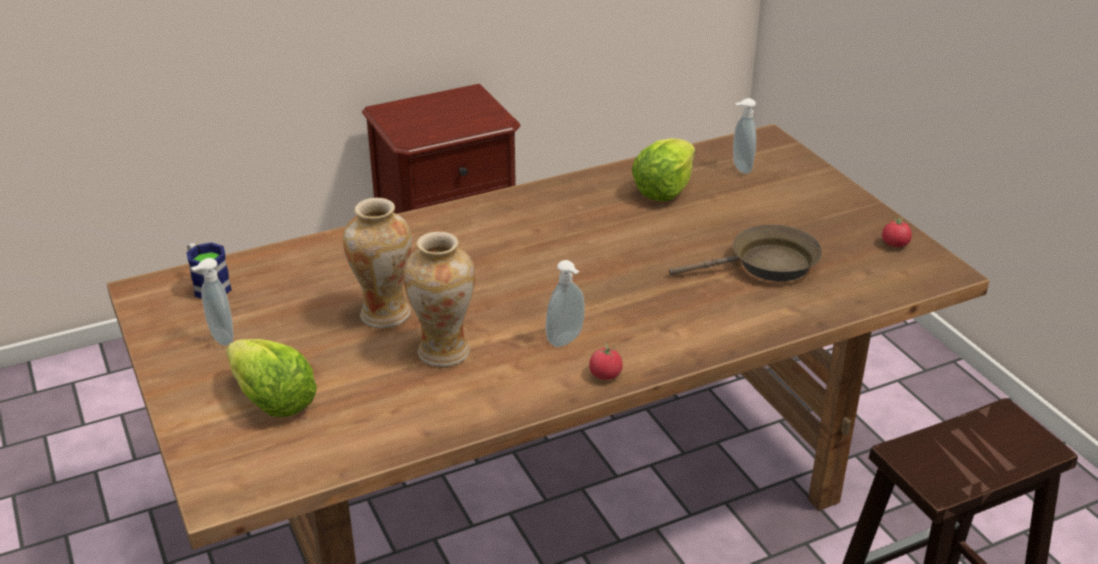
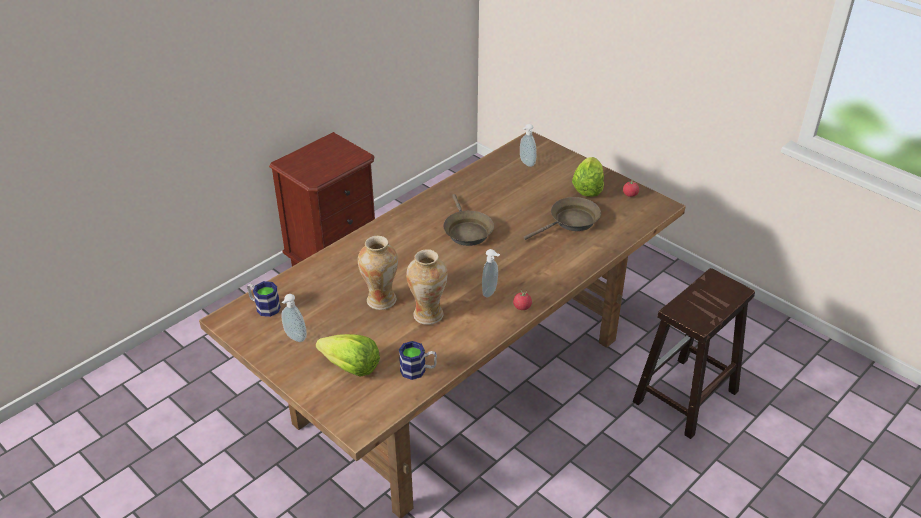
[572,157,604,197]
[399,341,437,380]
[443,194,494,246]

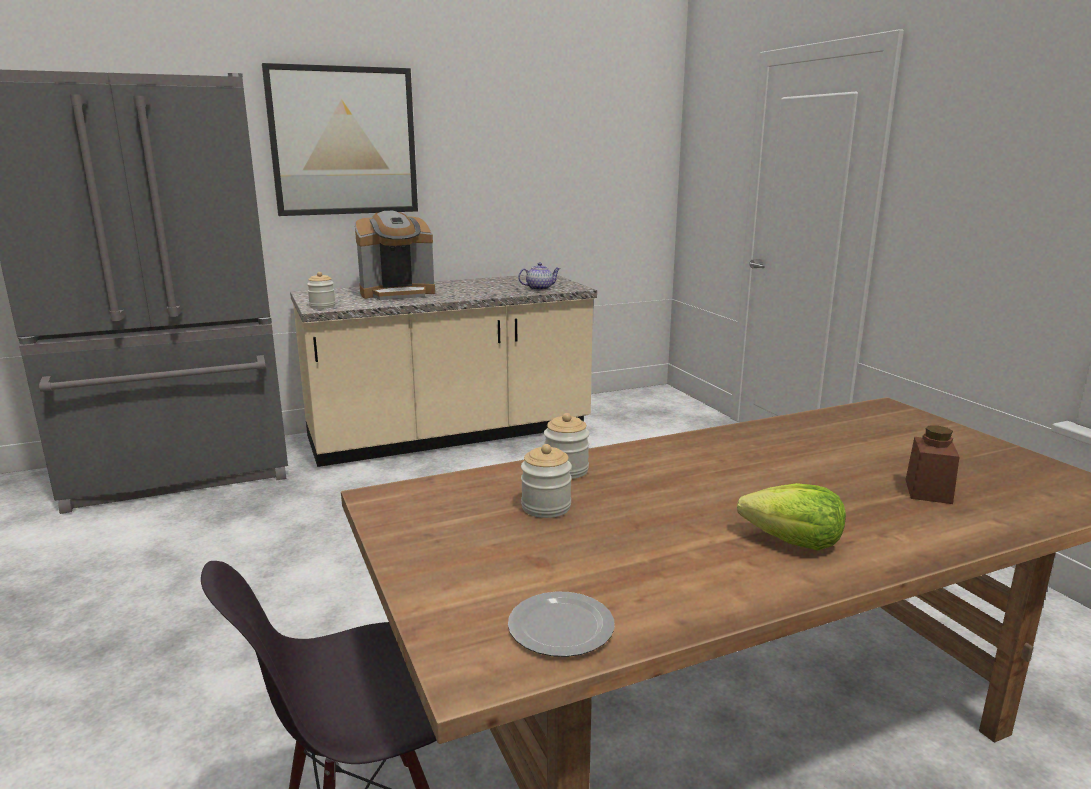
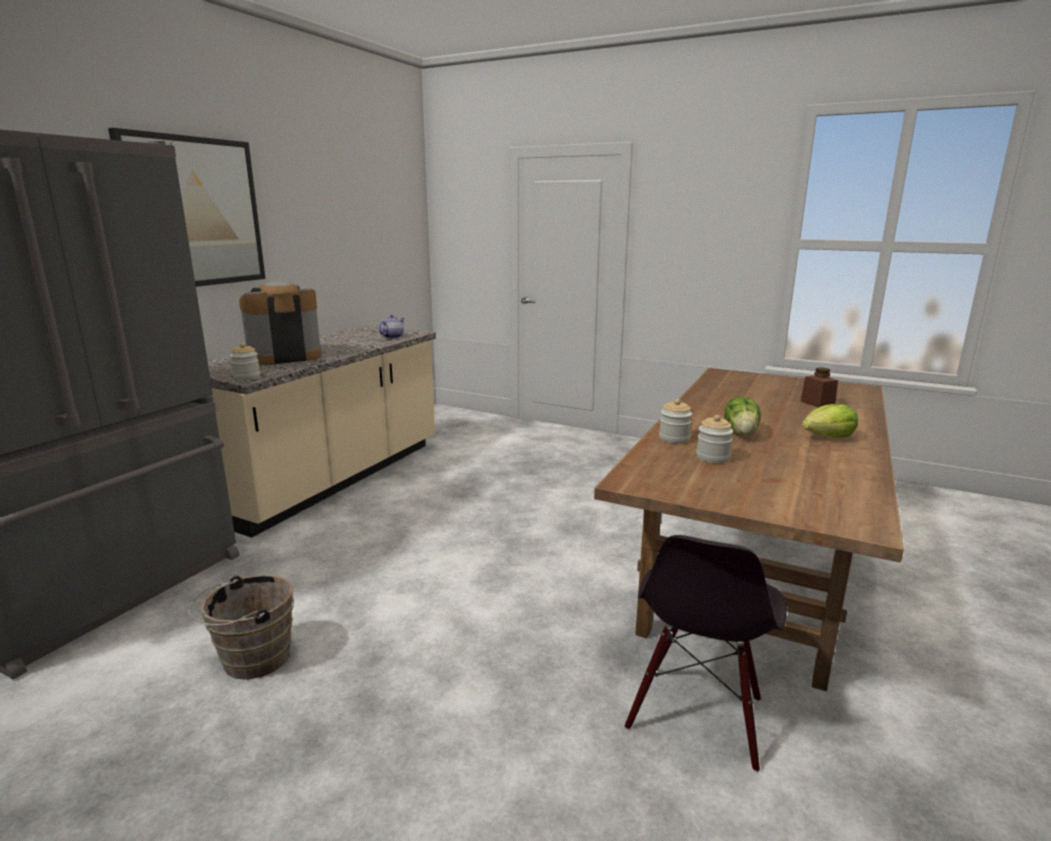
[239,281,322,365]
[508,591,615,657] (first image)
[188,575,294,680]
[724,397,761,435]

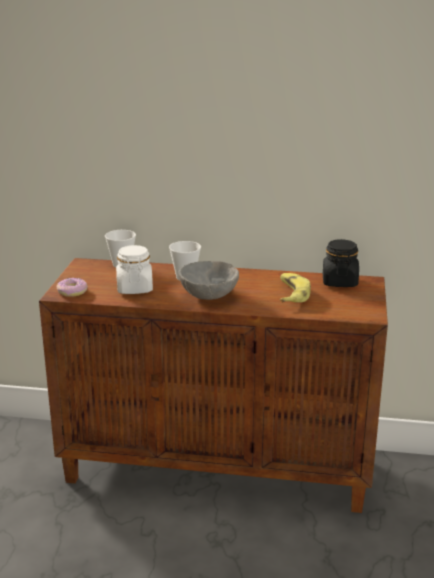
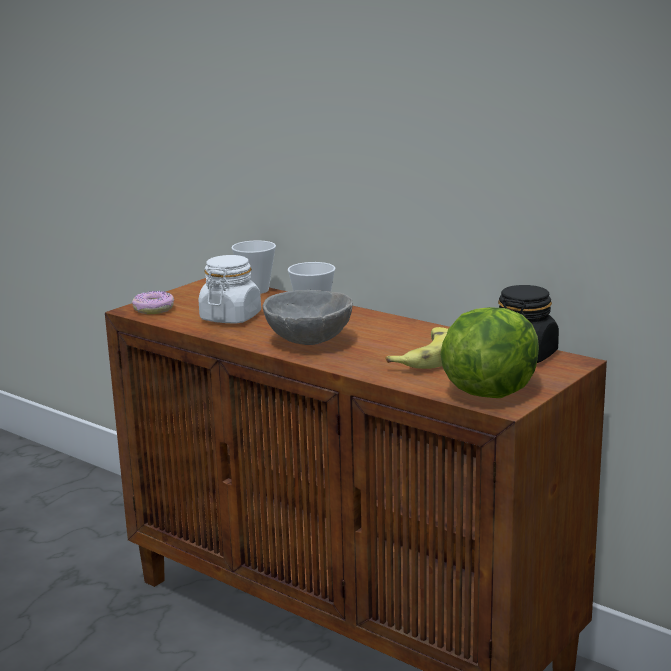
[440,307,539,398]

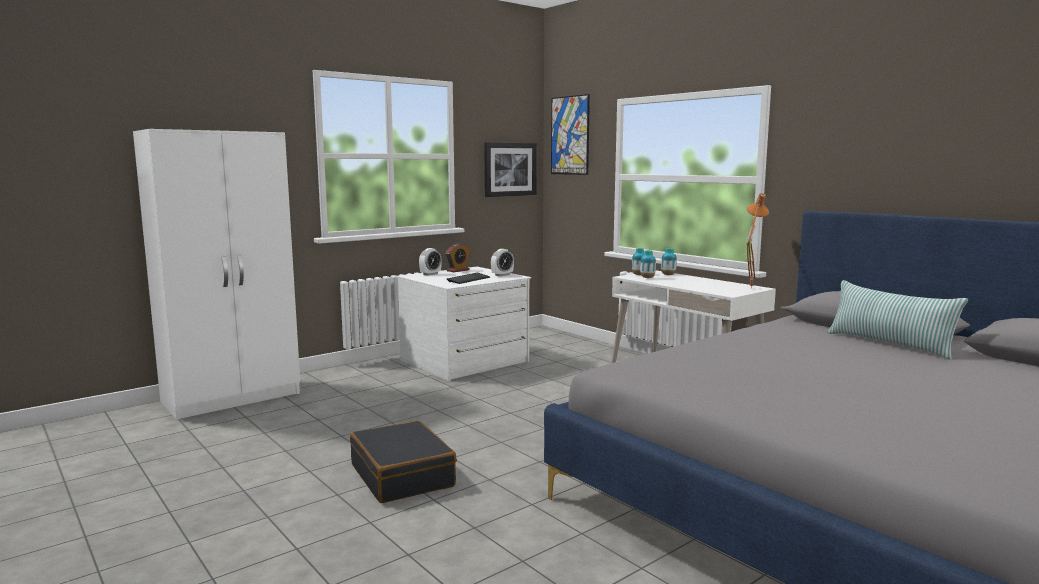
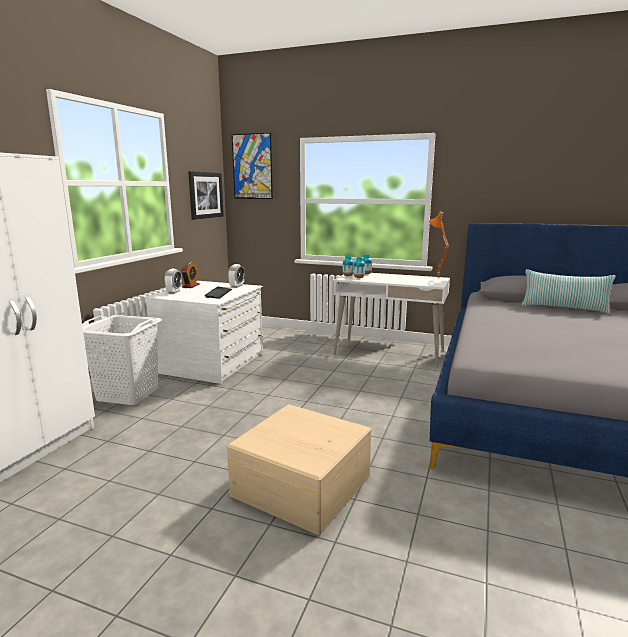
[227,404,371,535]
[82,315,162,405]

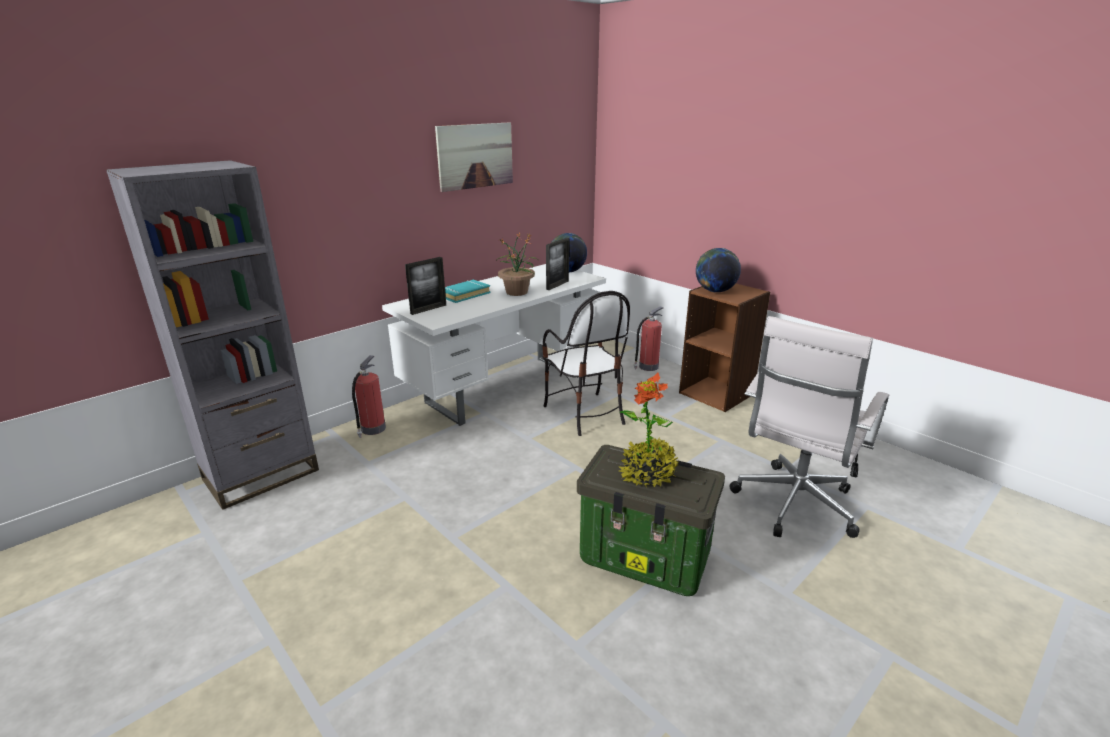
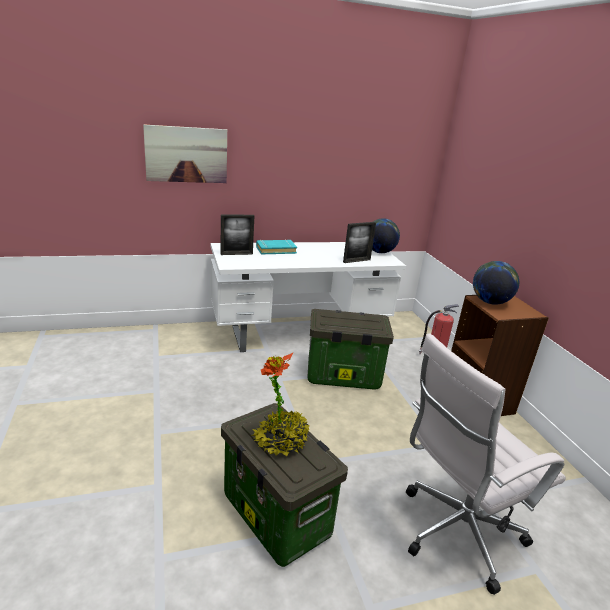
[106,160,319,510] (first image)
[352,355,386,438] (first image)
[143,124,227,183]
[496,233,537,296] (first image)
[307,309,394,390]

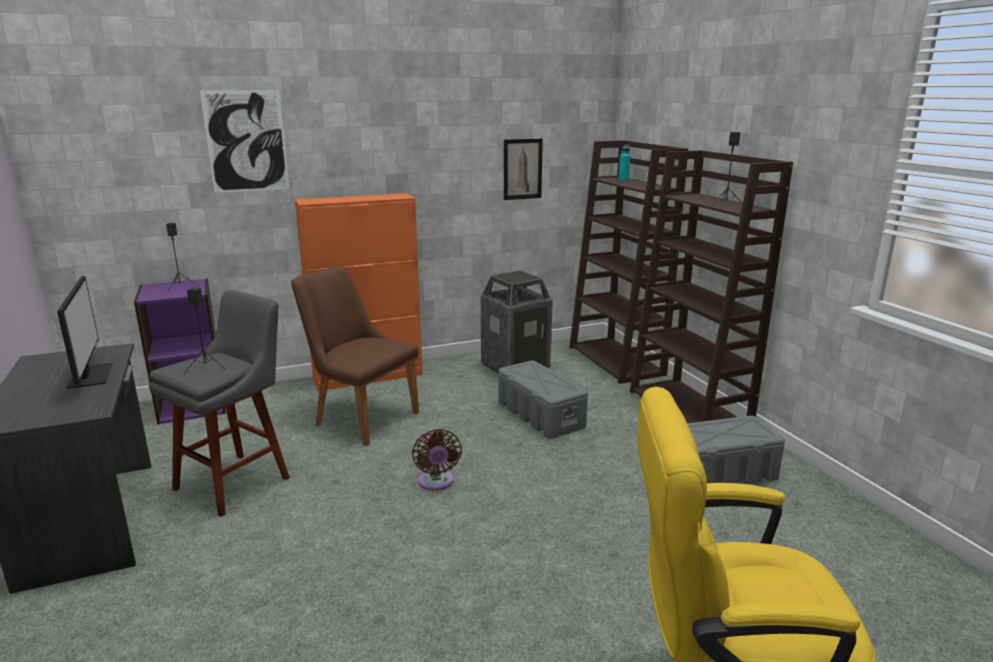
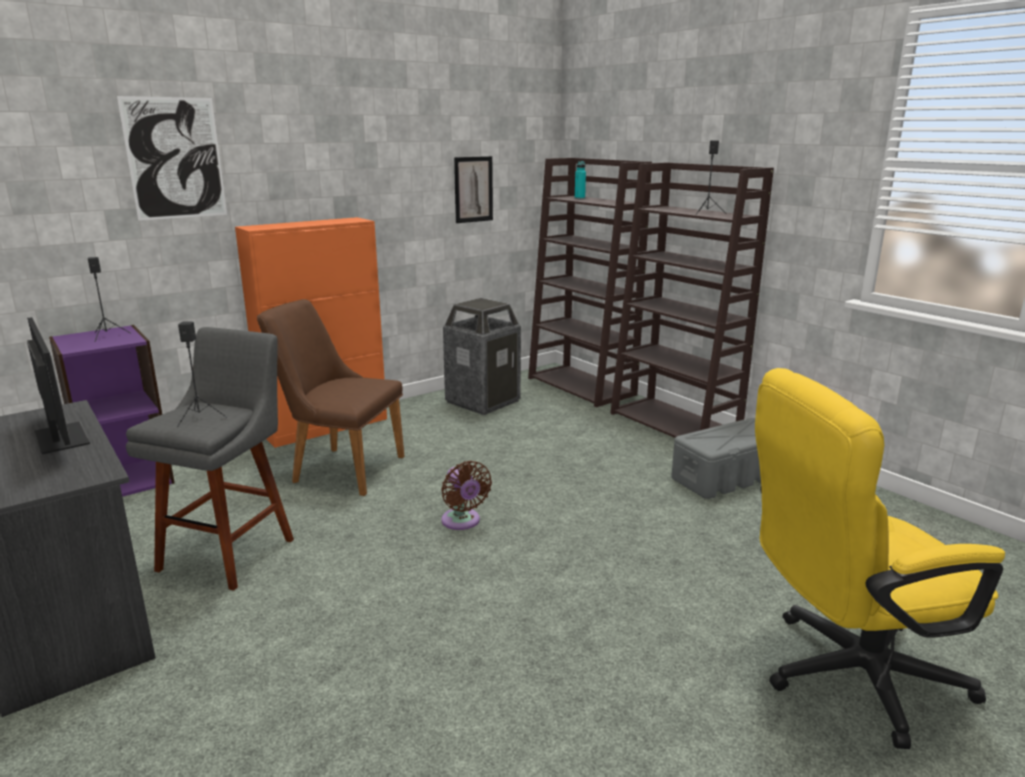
[498,360,588,439] (first image)

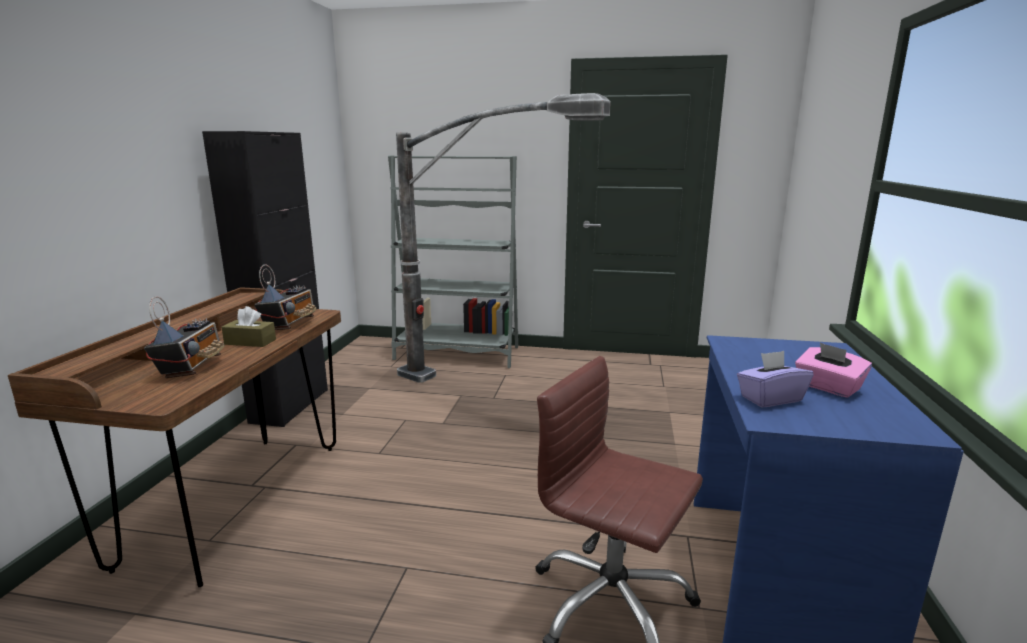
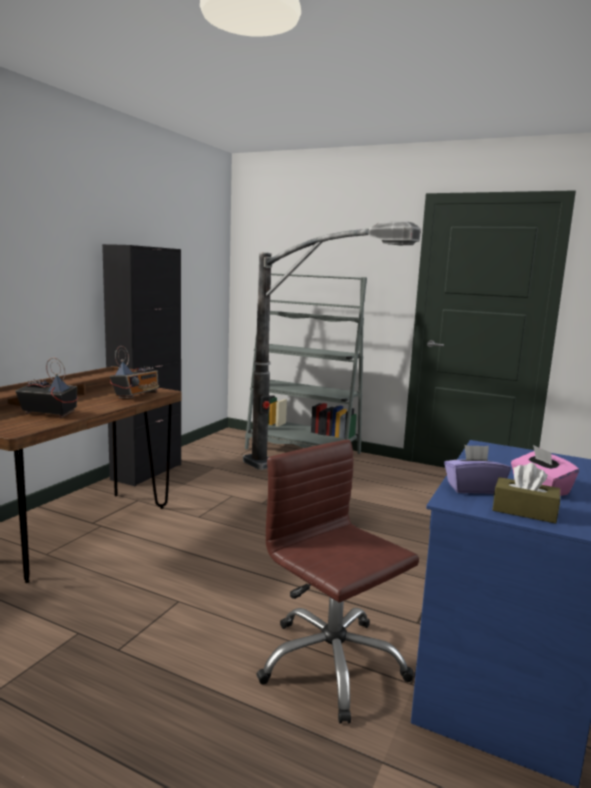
[15,358,78,418]
[493,463,560,524]

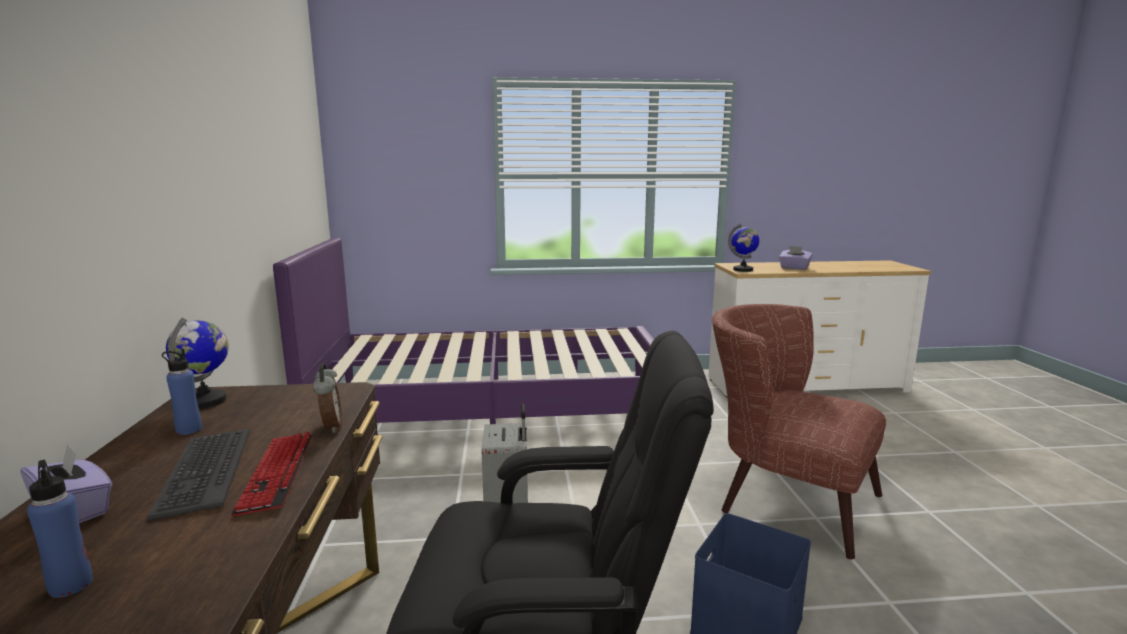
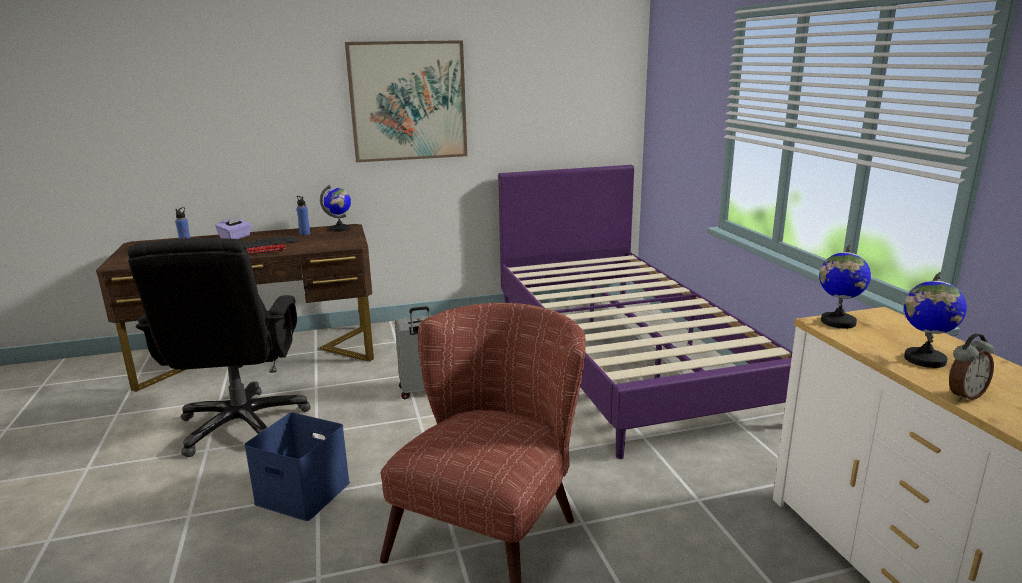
[949,334,995,401]
[904,272,967,368]
[345,40,467,162]

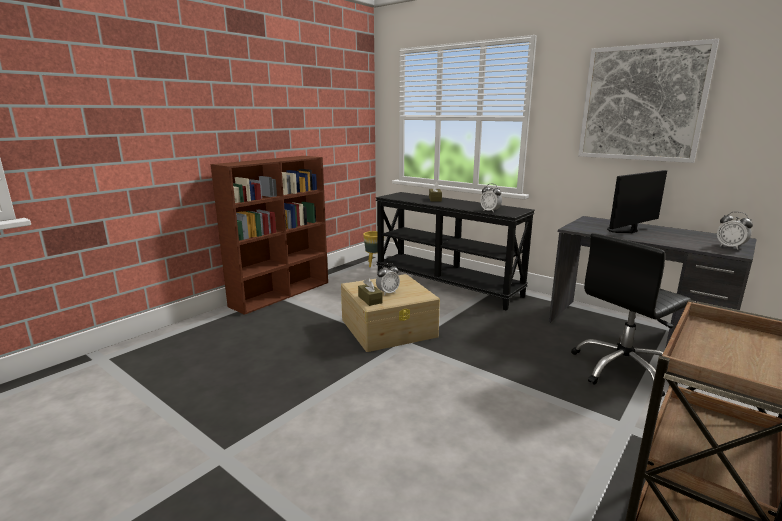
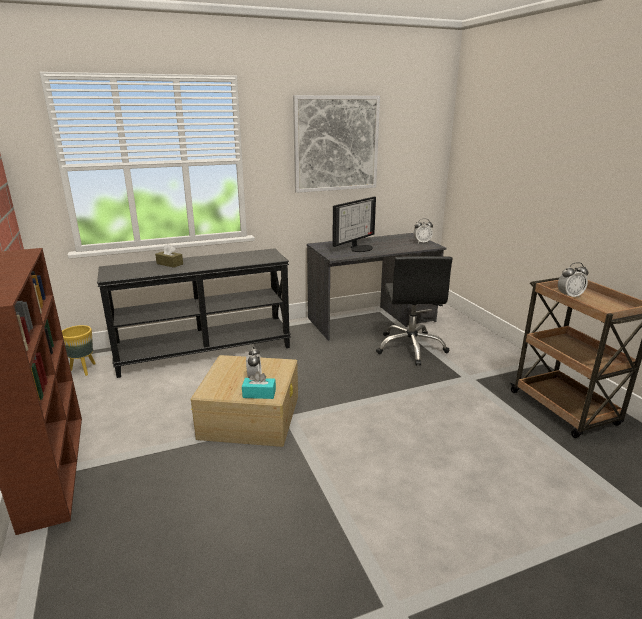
[242,372,276,399]
[558,262,589,297]
[332,197,376,252]

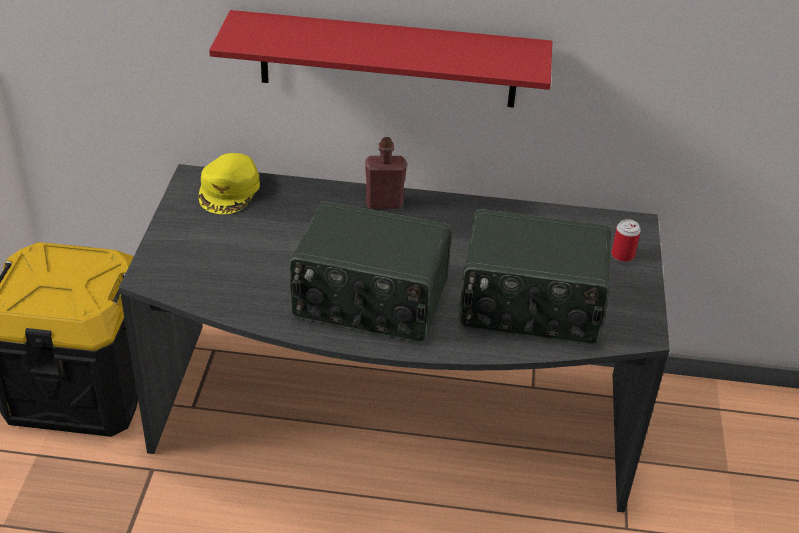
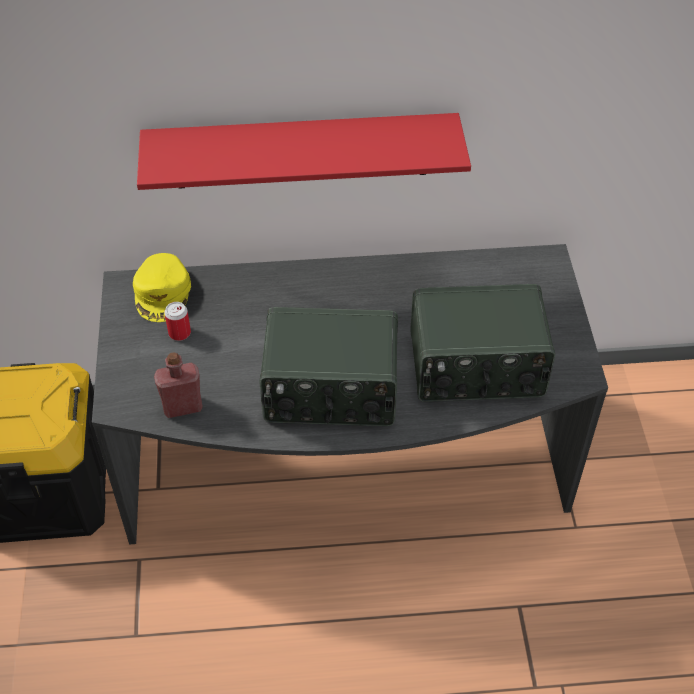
[154,352,203,418]
[164,302,191,341]

